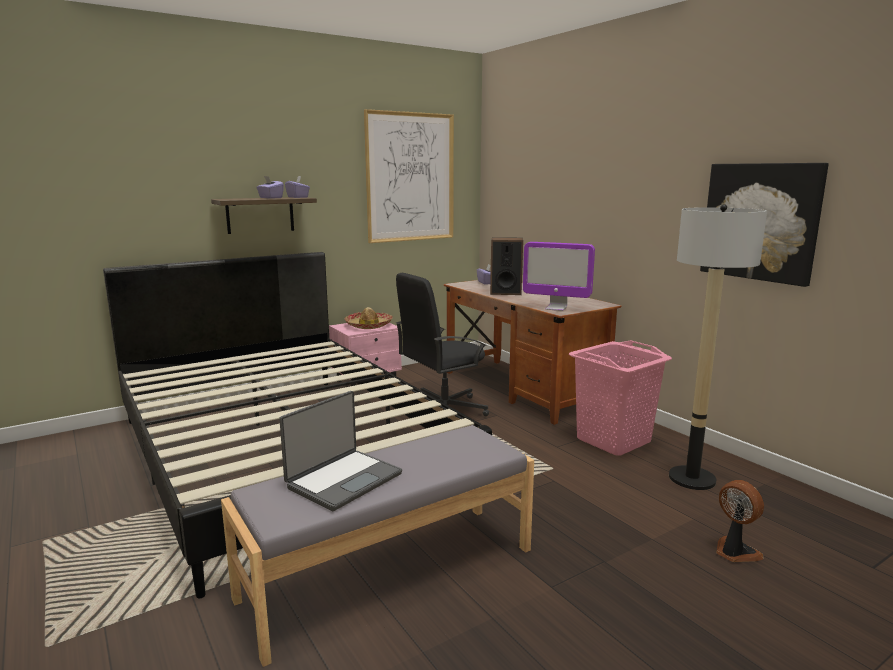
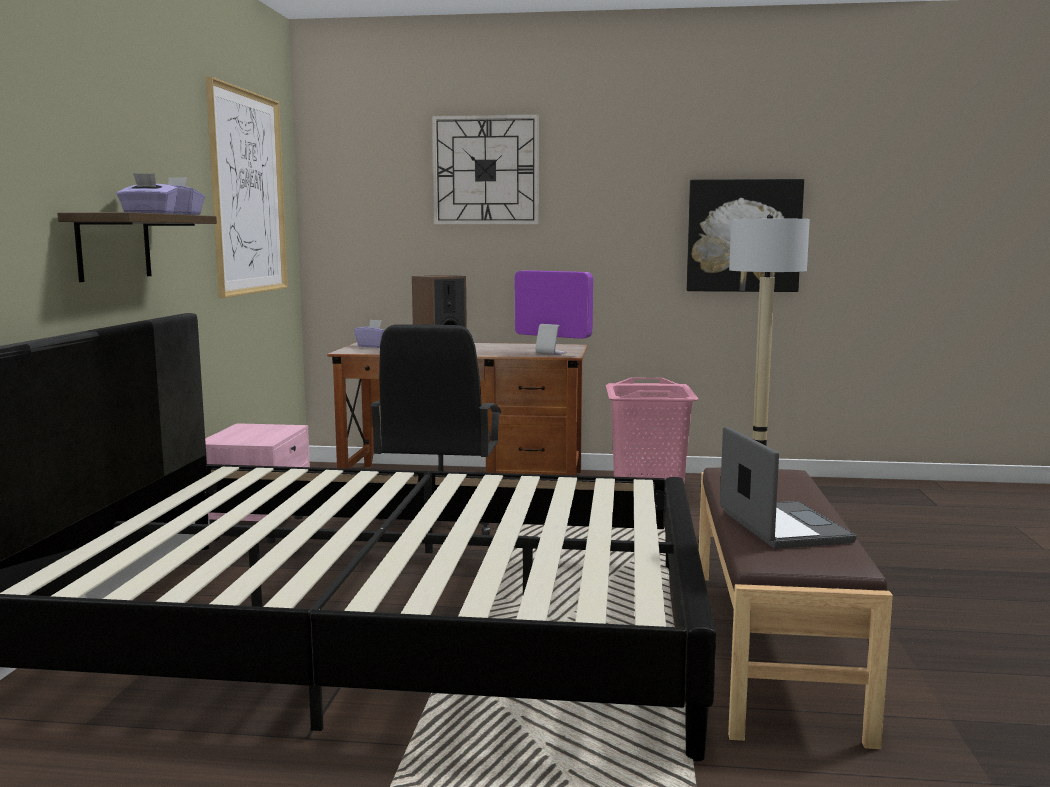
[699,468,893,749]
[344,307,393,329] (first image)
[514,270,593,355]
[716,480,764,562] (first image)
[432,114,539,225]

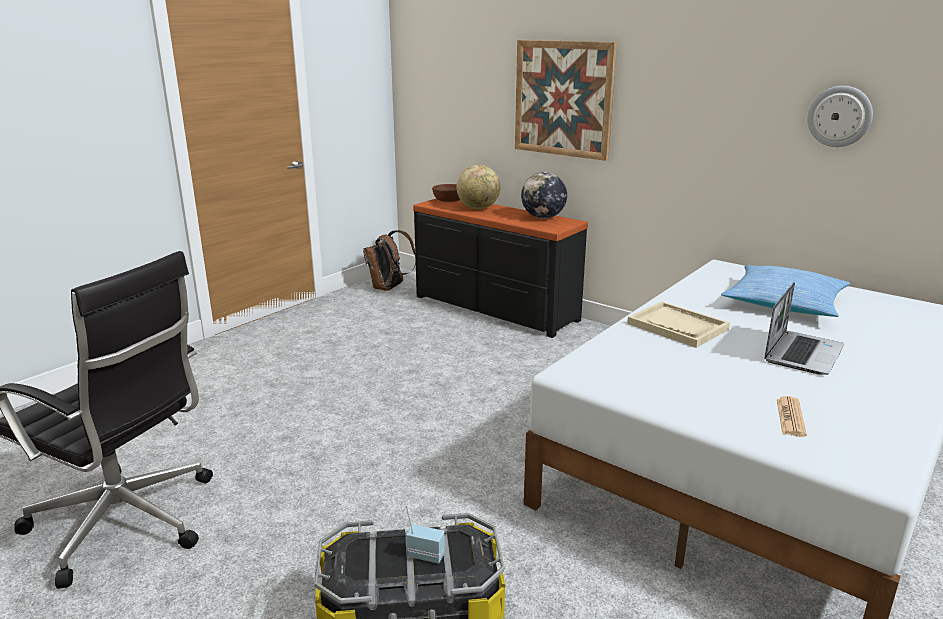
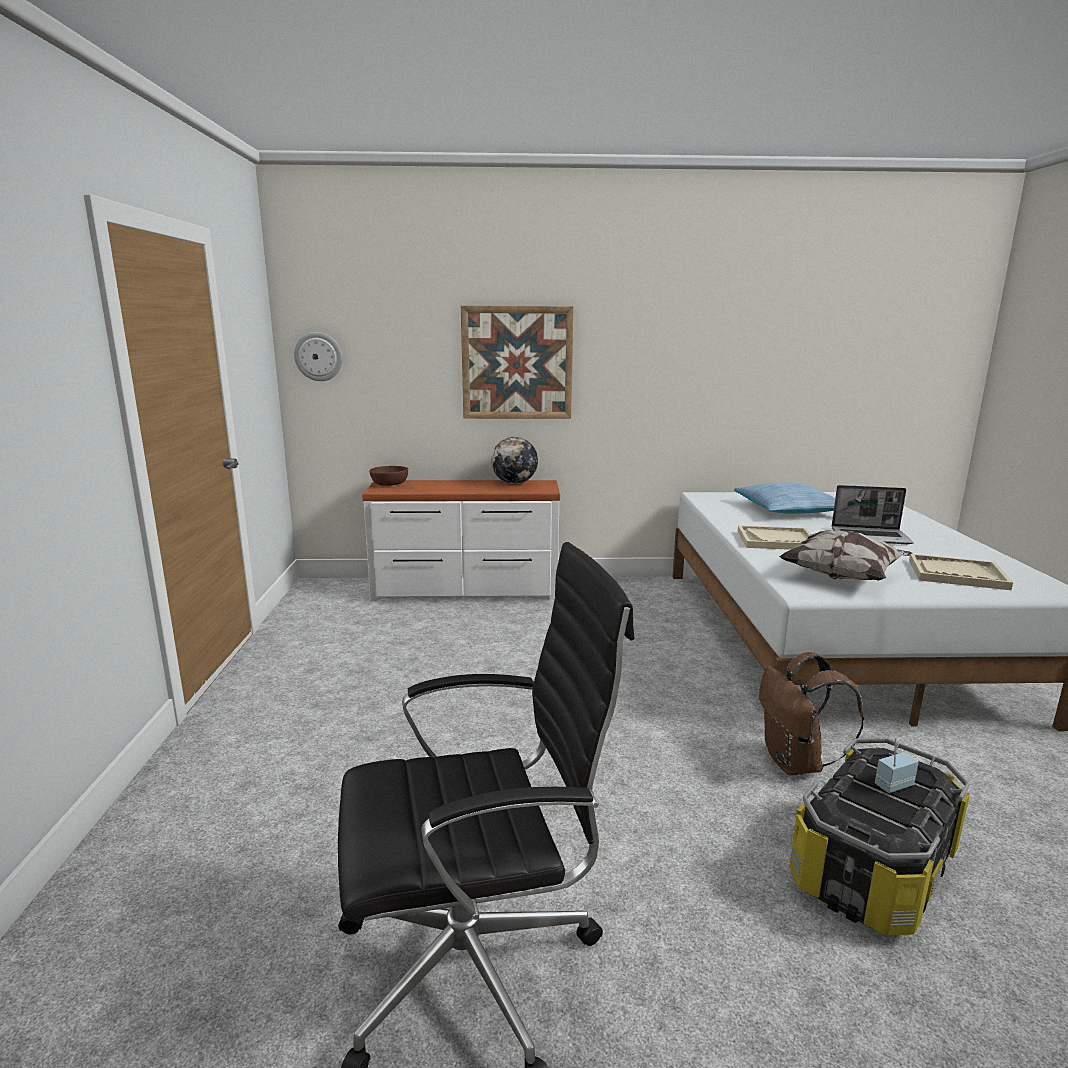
[759,652,864,775]
[362,480,560,601]
[457,165,500,210] (first image)
[832,485,914,544]
[909,554,1013,590]
[294,332,343,381]
[779,530,913,581]

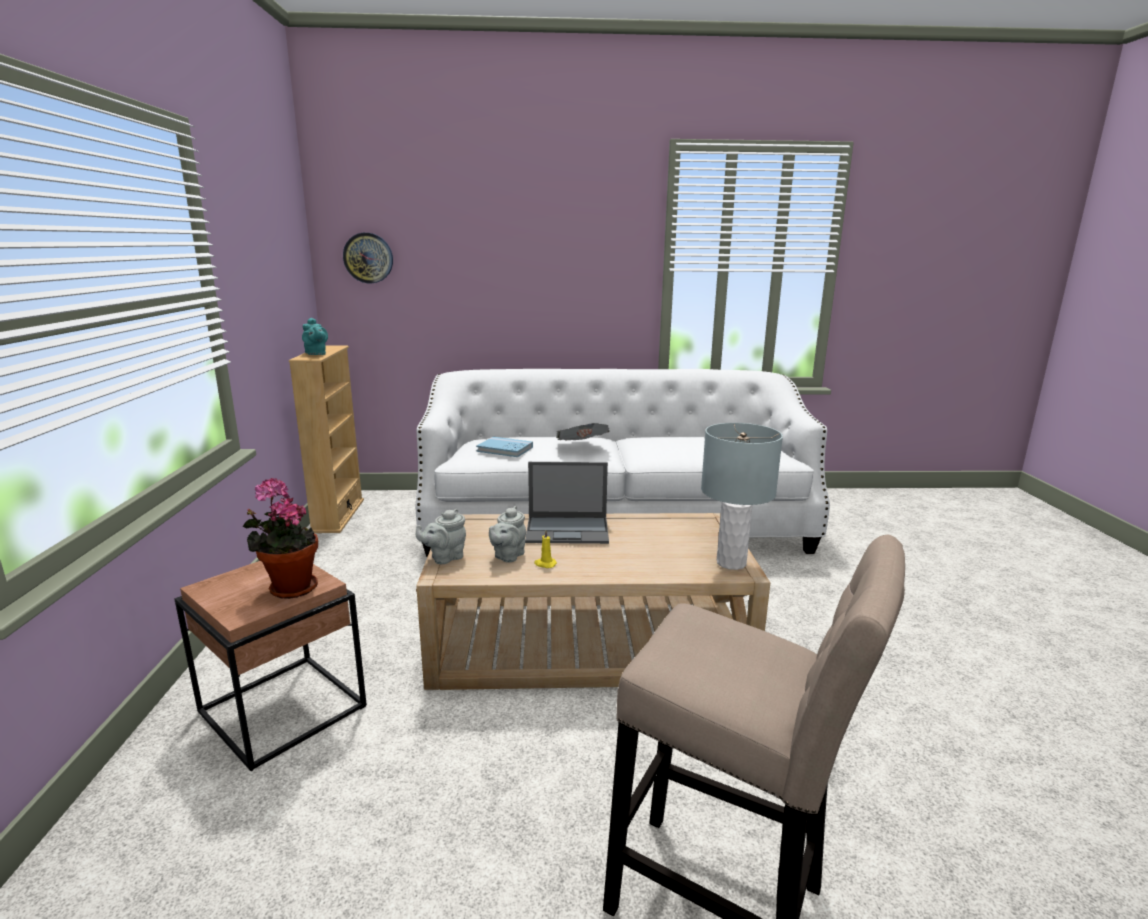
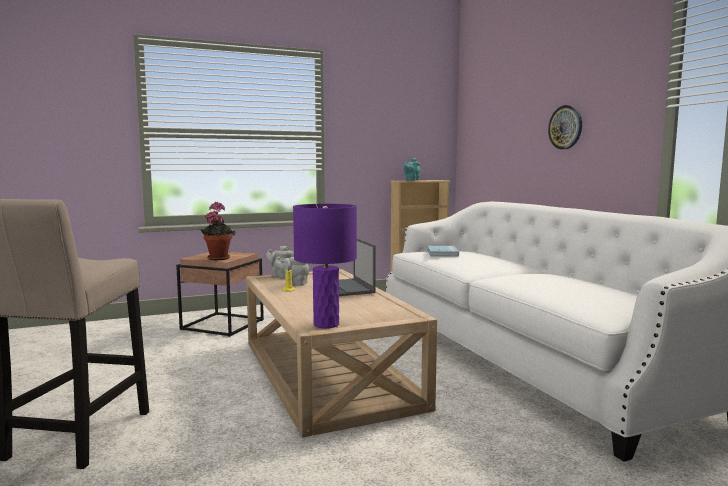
[548,105,582,149]
[556,423,609,440] (first image)
[293,204,357,328]

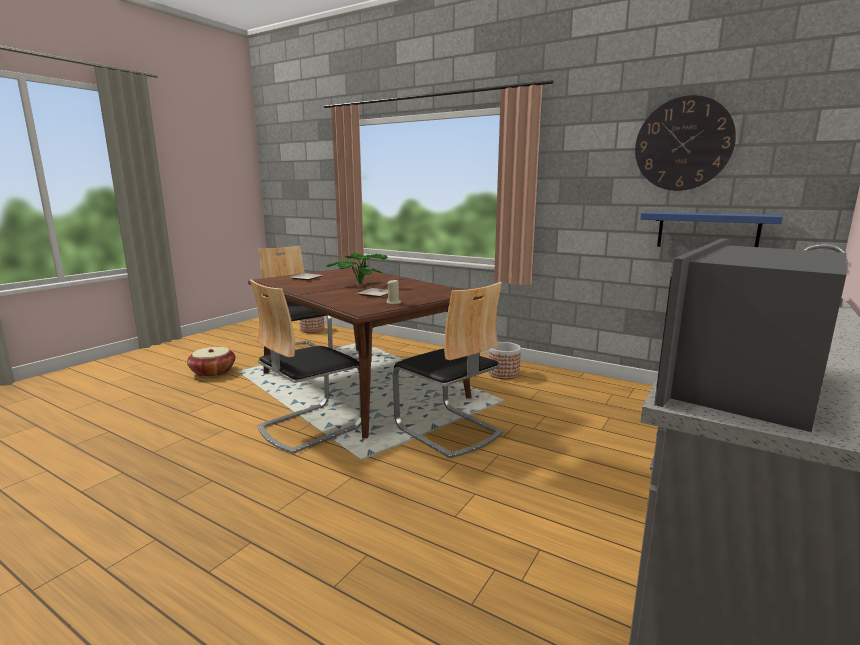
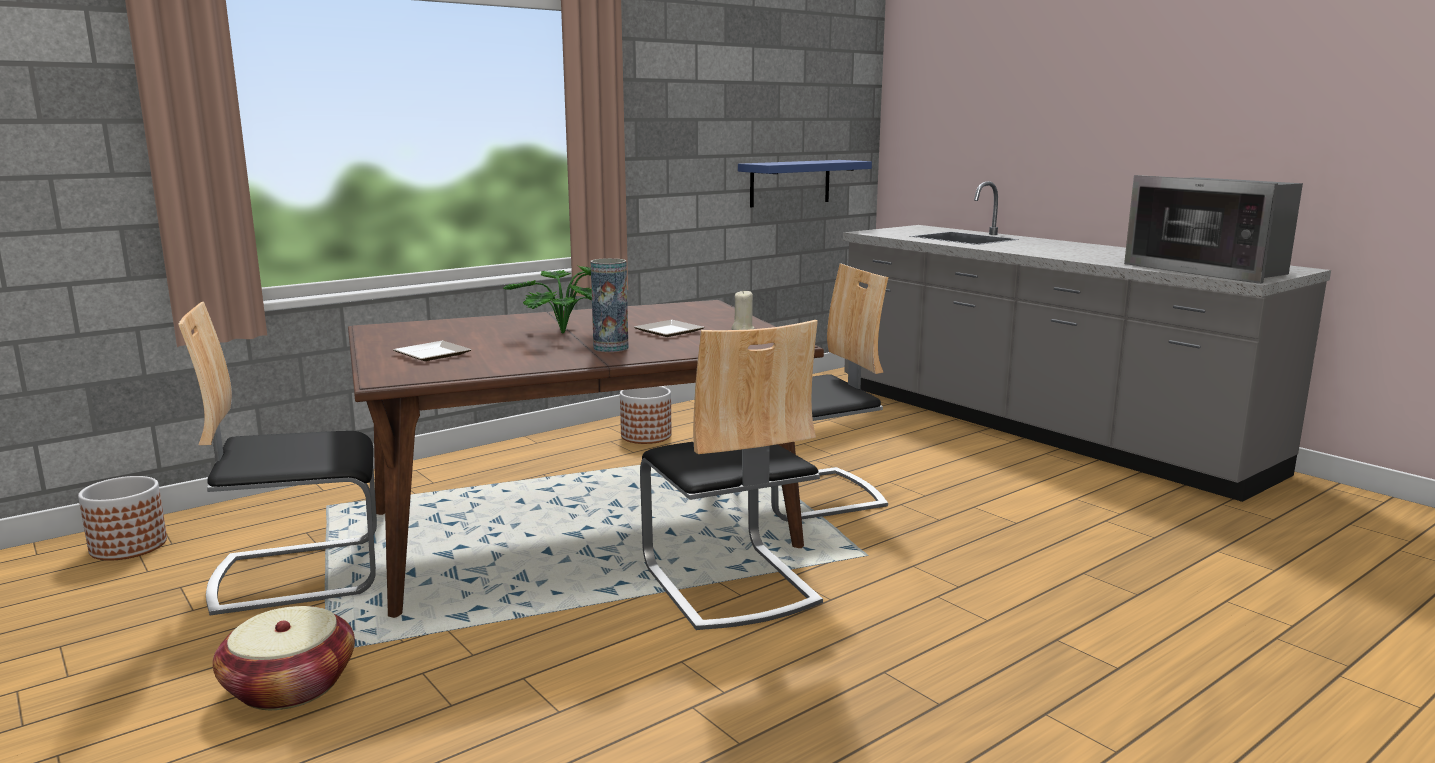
[635,95,736,191] (first image)
[591,258,629,352]

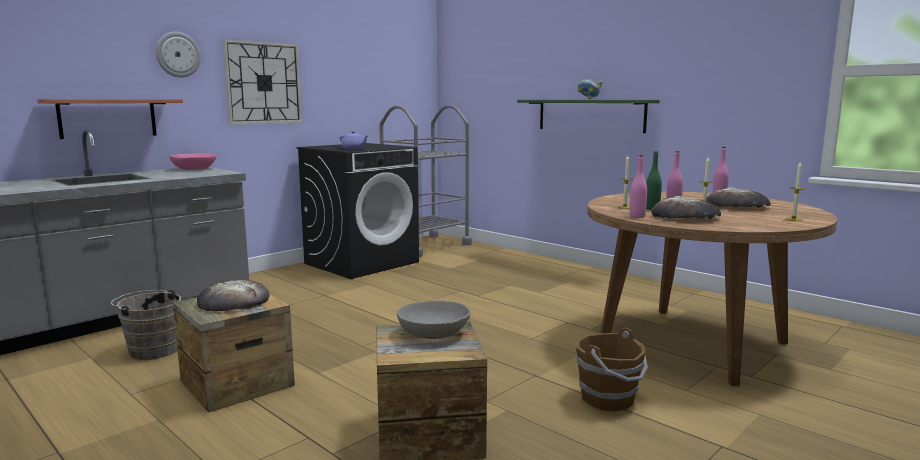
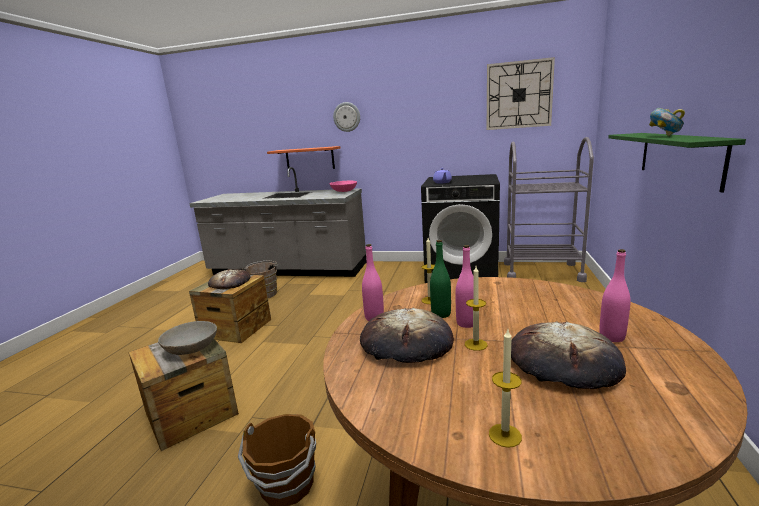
[487,57,555,130]

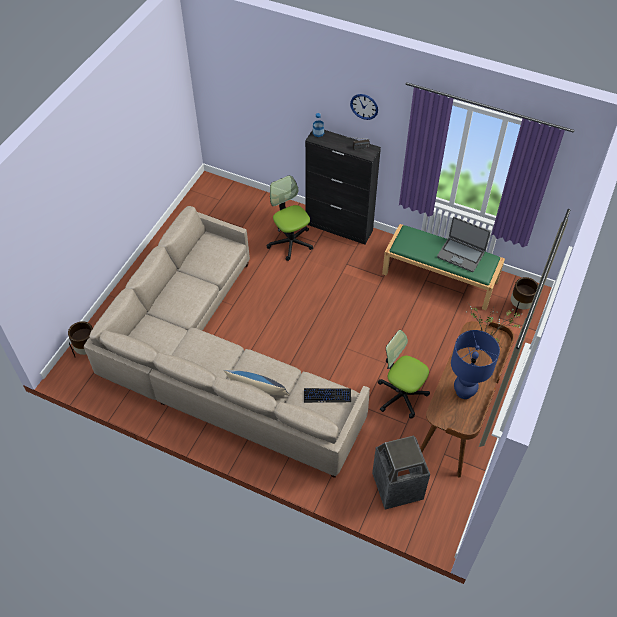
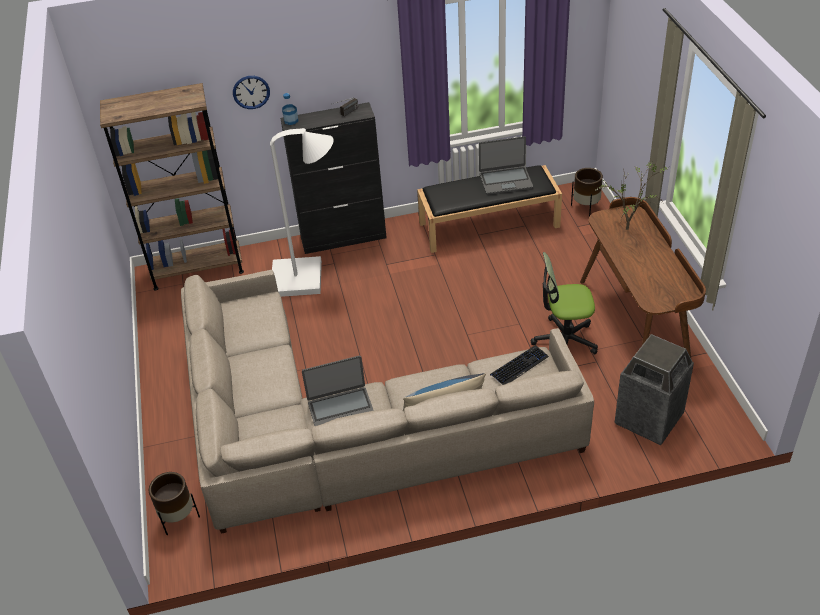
[270,128,334,297]
[233,76,270,109]
[417,165,562,253]
[451,330,500,399] (first image)
[100,83,244,291]
[302,356,374,426]

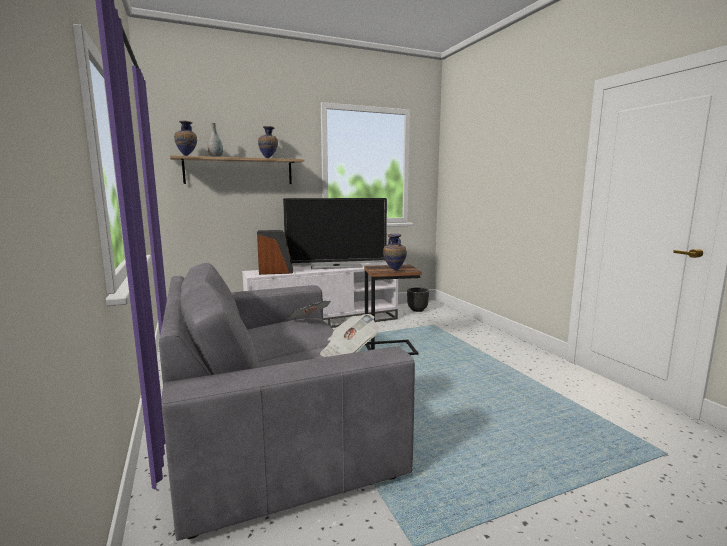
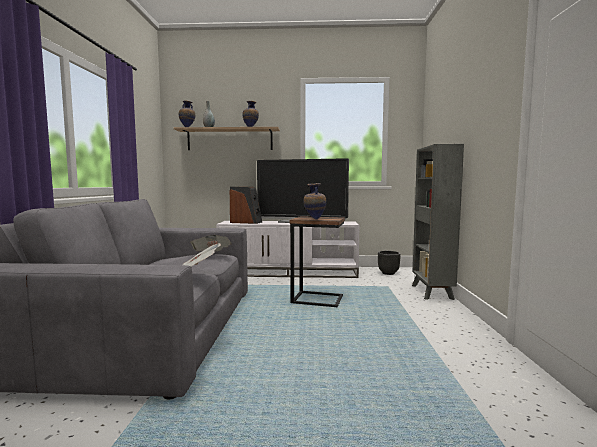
[412,144,464,300]

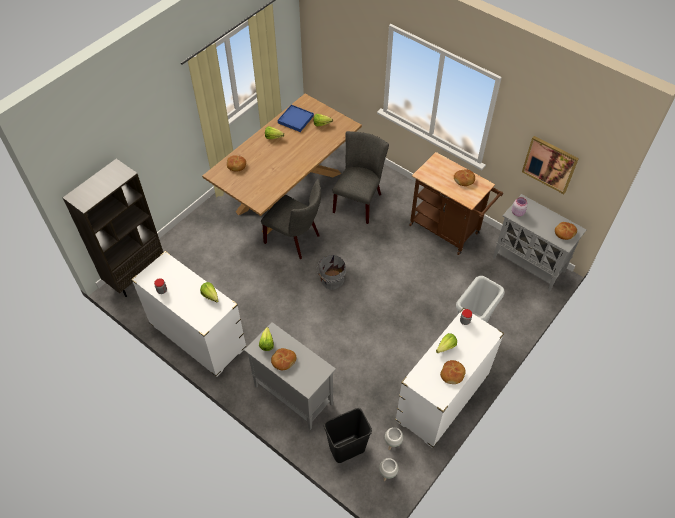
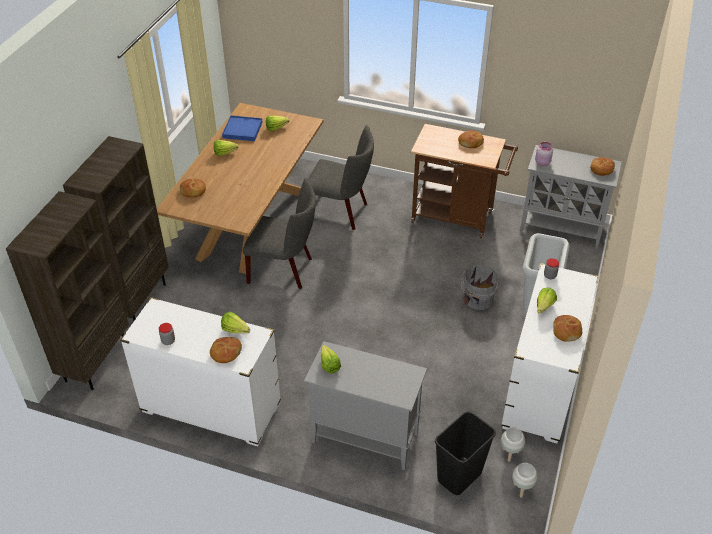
[210,337,242,363]
[461,266,498,310]
[308,125,374,230]
[522,136,579,194] (first image)
[63,136,169,321]

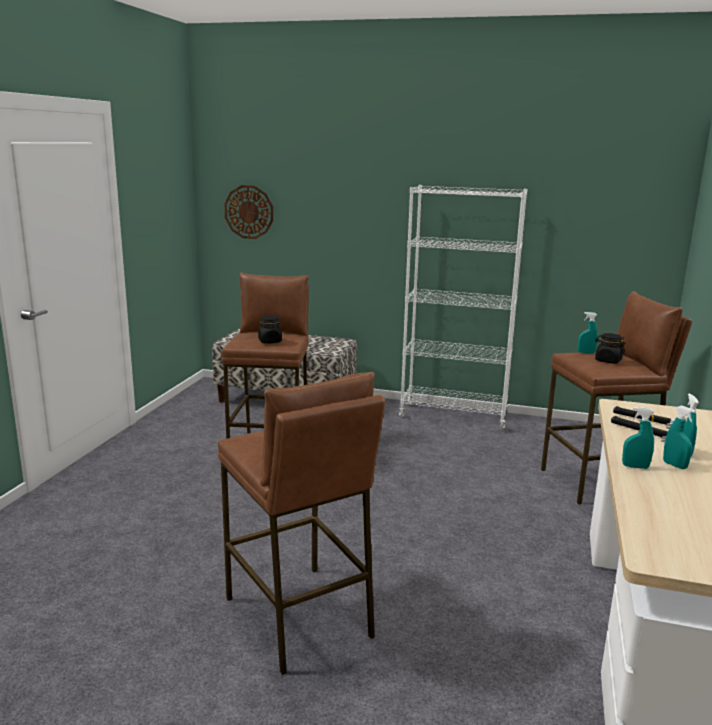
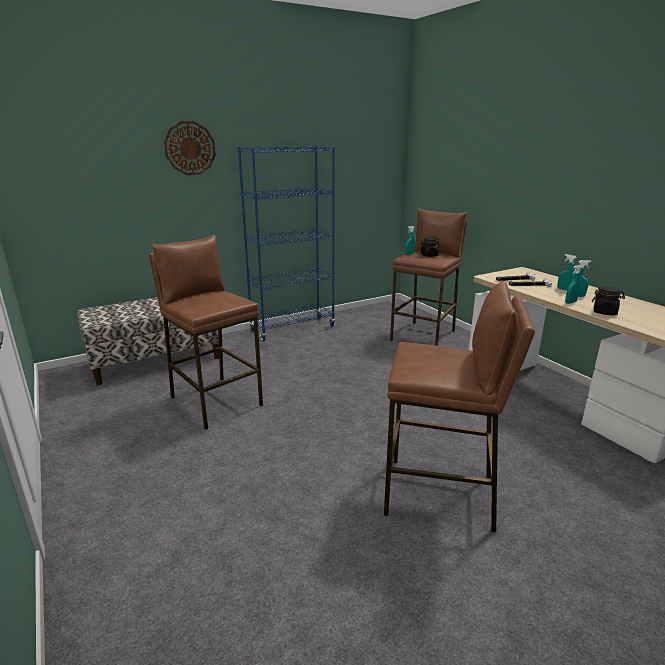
[164,121,216,175]
[592,286,625,315]
[238,146,335,341]

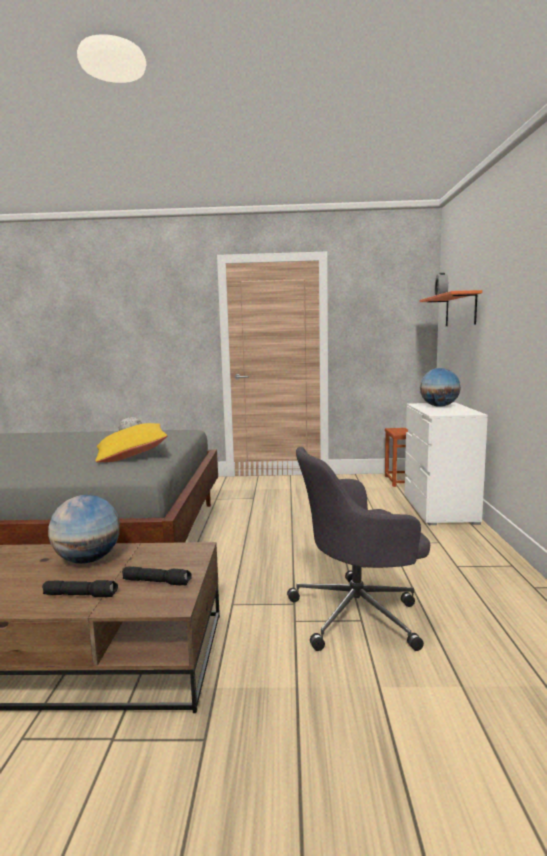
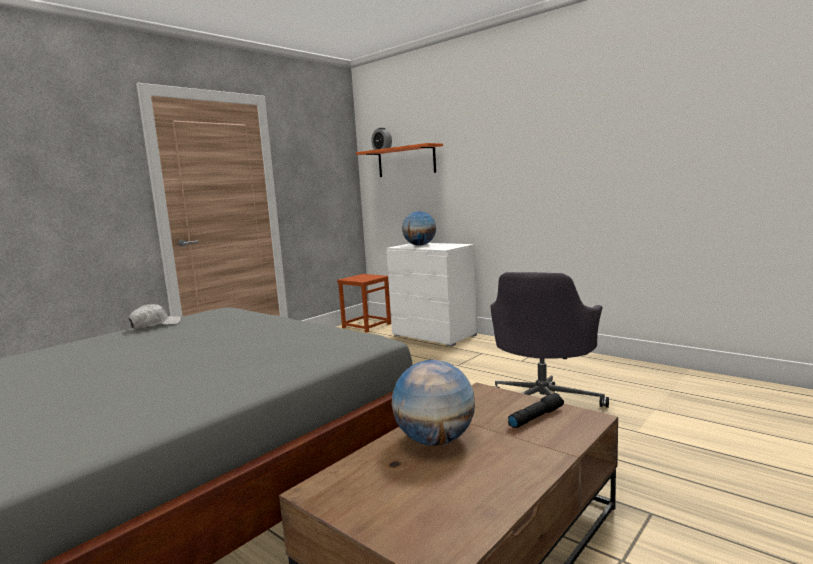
[42,580,118,597] (first image)
[95,423,167,462] (first image)

